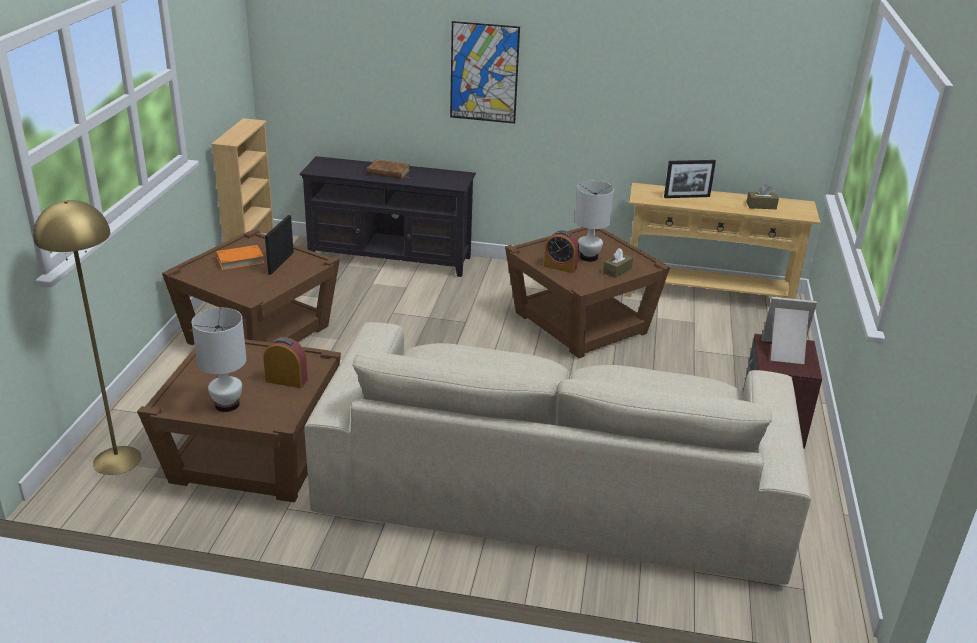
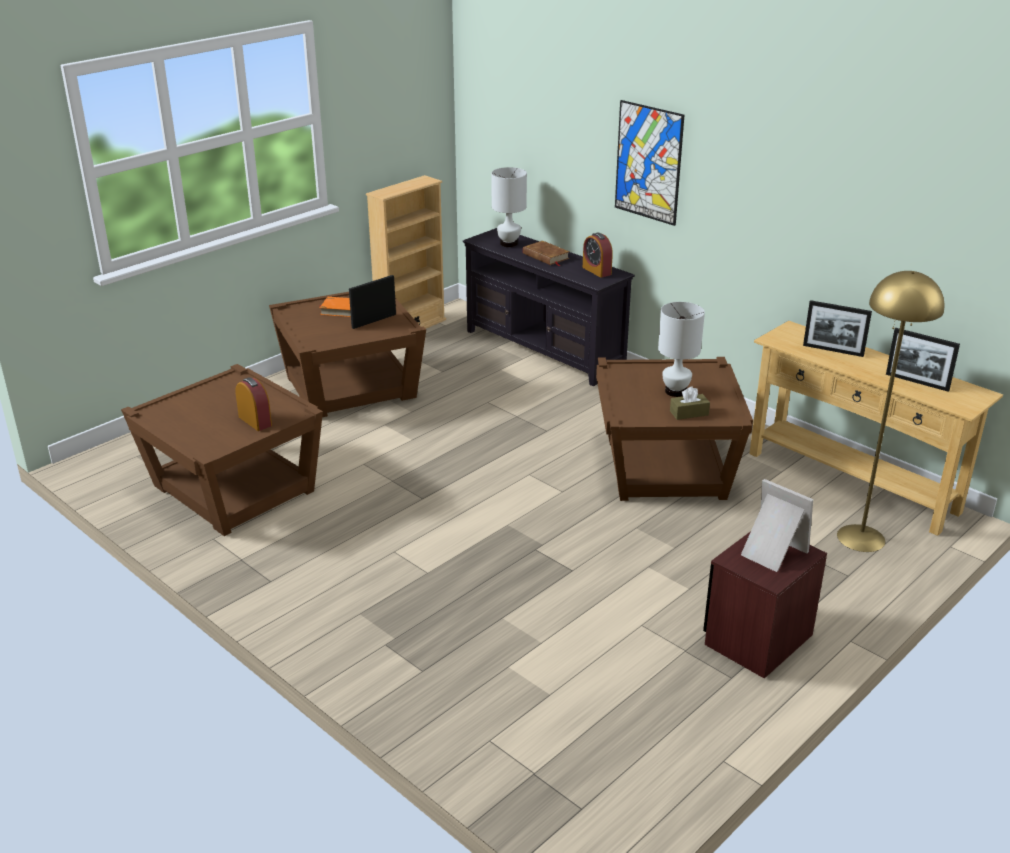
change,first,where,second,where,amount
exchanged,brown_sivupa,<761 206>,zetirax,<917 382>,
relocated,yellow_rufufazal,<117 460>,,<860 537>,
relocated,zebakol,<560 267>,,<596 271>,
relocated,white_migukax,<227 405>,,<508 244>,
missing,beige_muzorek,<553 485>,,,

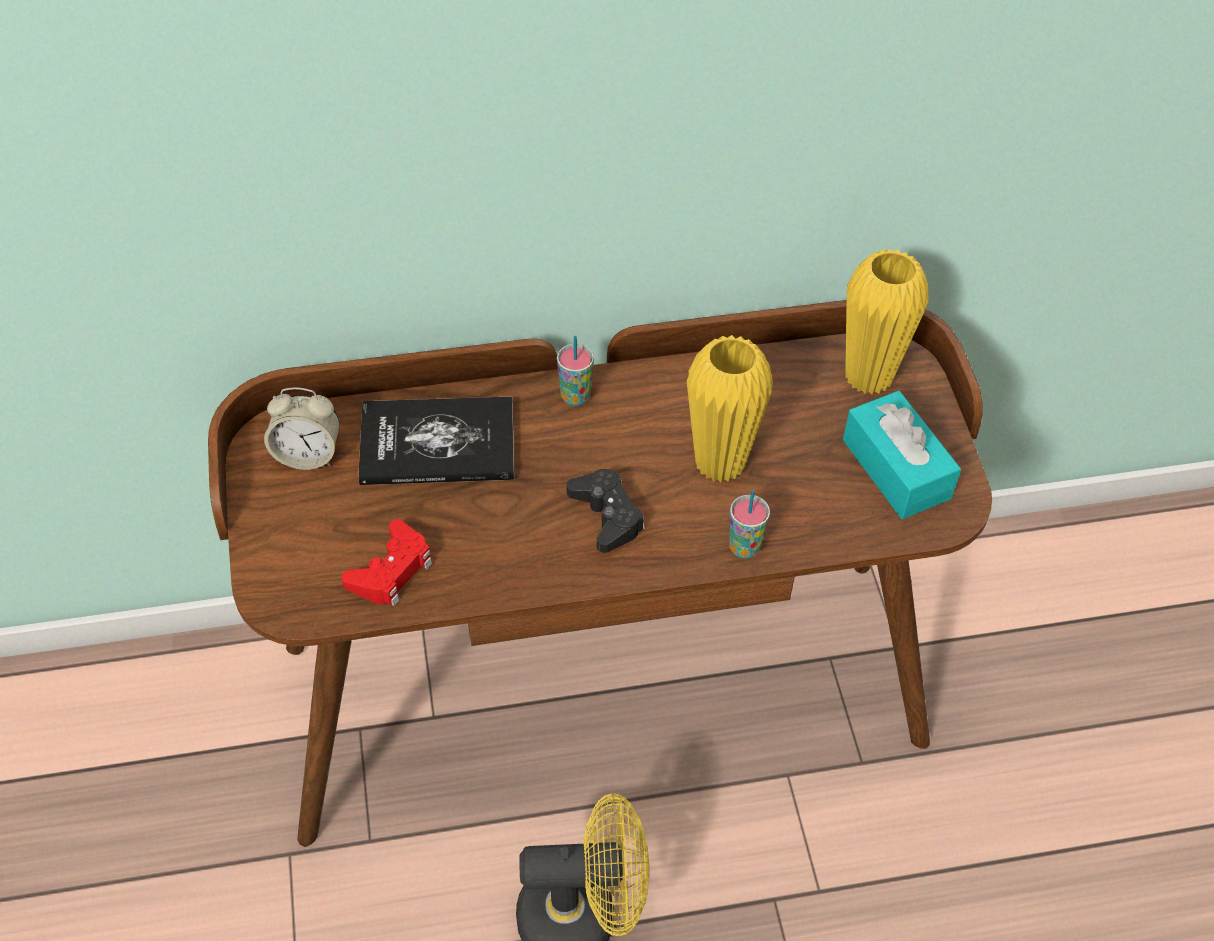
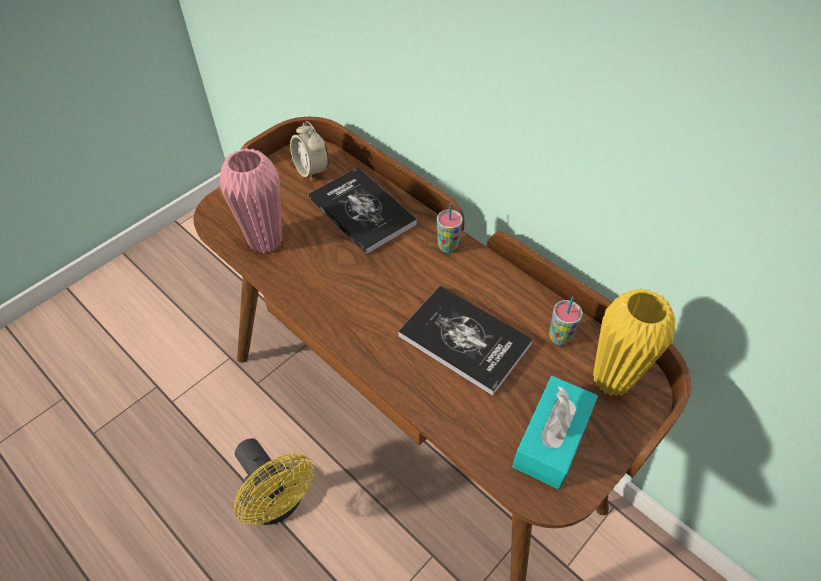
change,first,where,second,where,amount
exchanged,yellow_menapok,<720 463>,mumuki,<464 339>,
missing,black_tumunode,<607 515>,,,
relocated,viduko,<744 547>,,<559 337>,
exchanged,red_tumunode,<391 571>,pink_menapok,<265 241>,

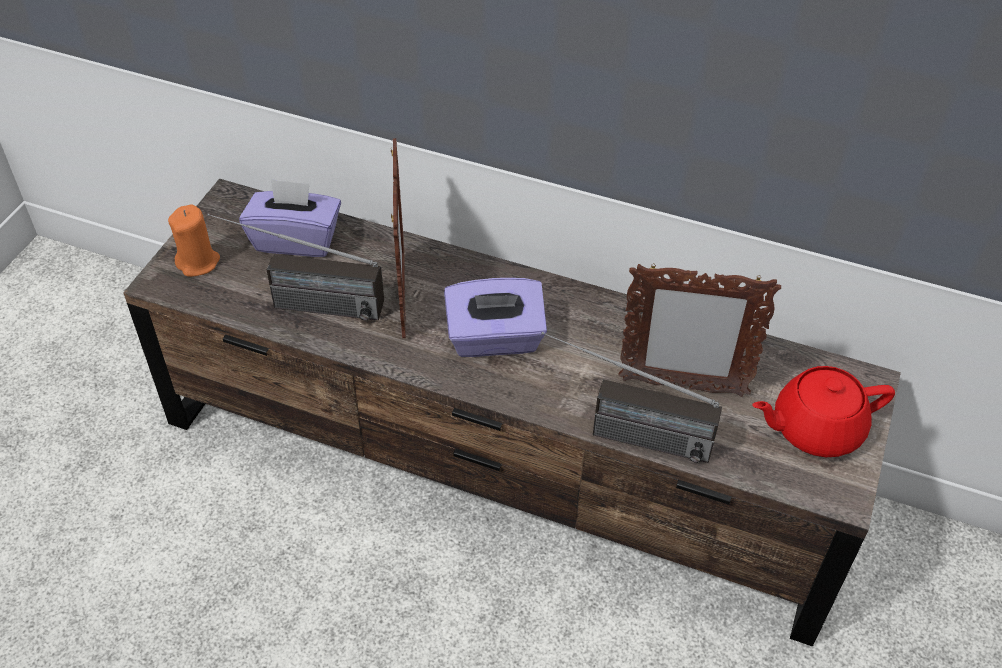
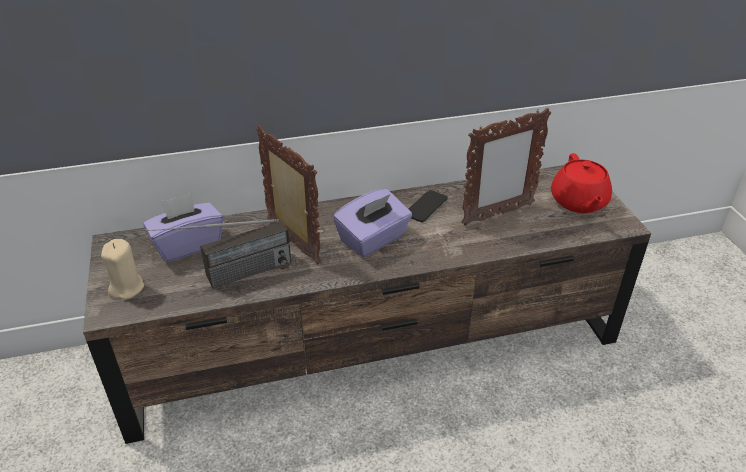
change,first,where,second,where,amount
colour,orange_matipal,<198 262>,beige_matipal,<127 288>,
missing,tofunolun,<620 433>,,,
spun,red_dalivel,<814 428>,,<578 202>,45 degrees counterclockwise
appeared,,,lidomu,<426 206>,

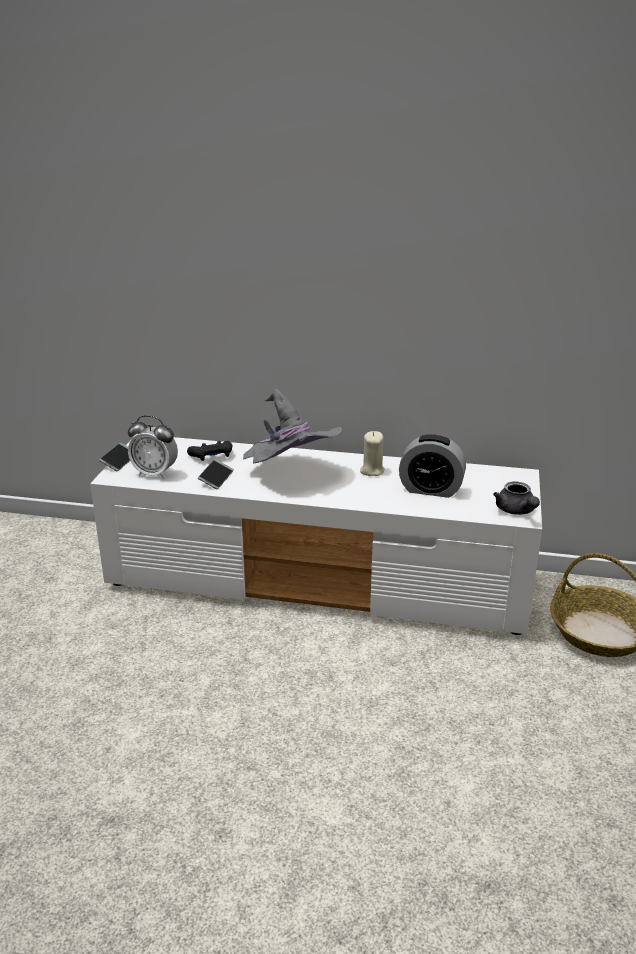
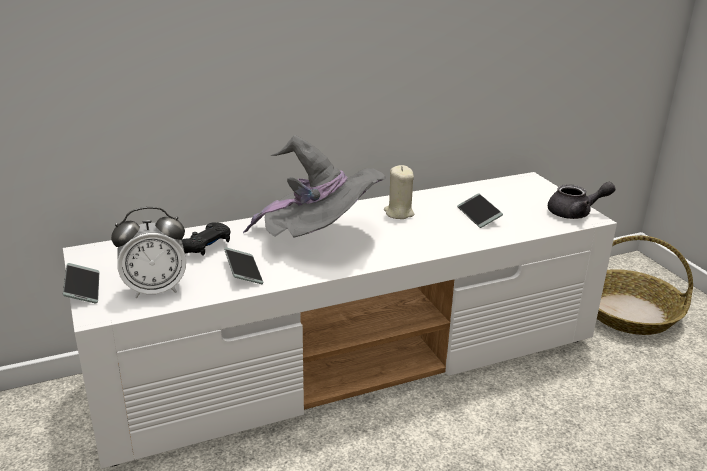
change,first,where,second,where,amount
exchanged,zebakol,<430 490>,lidomu,<478 215>,
spun,grey_dalivel,<516 511>,,<575 213>,45 degrees counterclockwise

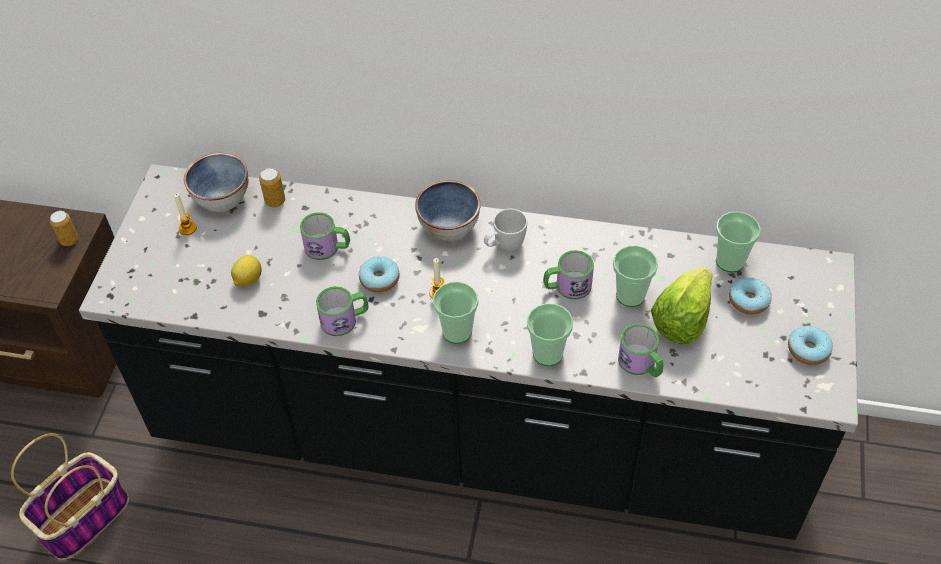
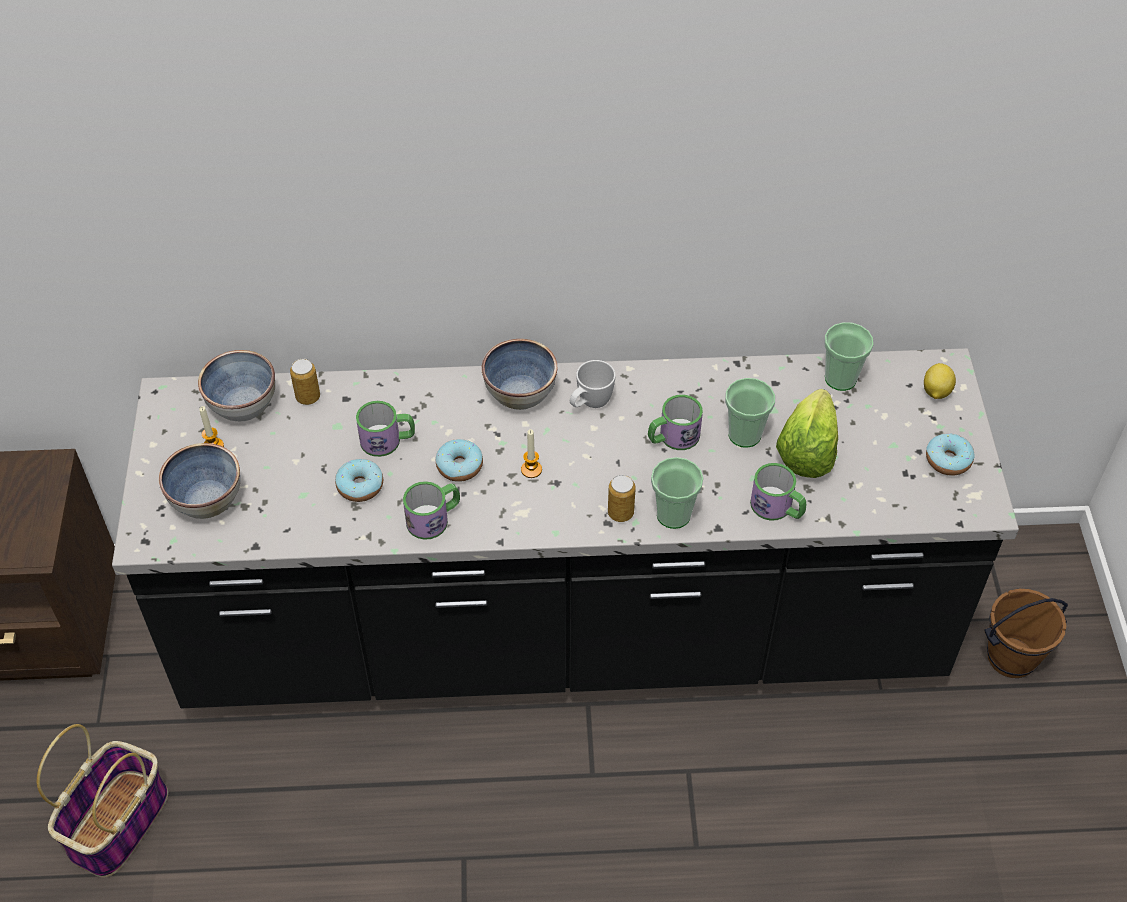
change,first,where,second,where,amount
relocated,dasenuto,<69 240>,,<620 513>,
relocated,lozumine,<248 280>,,<935 392>,
relocated,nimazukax,<748 301>,,<360 486>,
missing,viduko,<457 331>,,,
appeared,,,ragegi,<207 498>,
appeared,,,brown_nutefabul,<1011 658>,

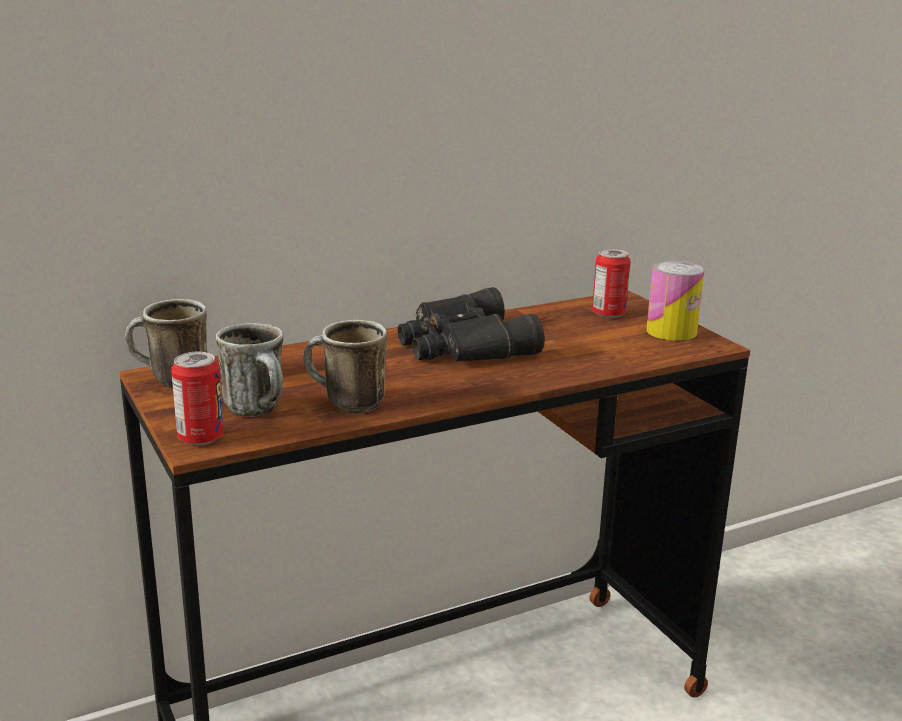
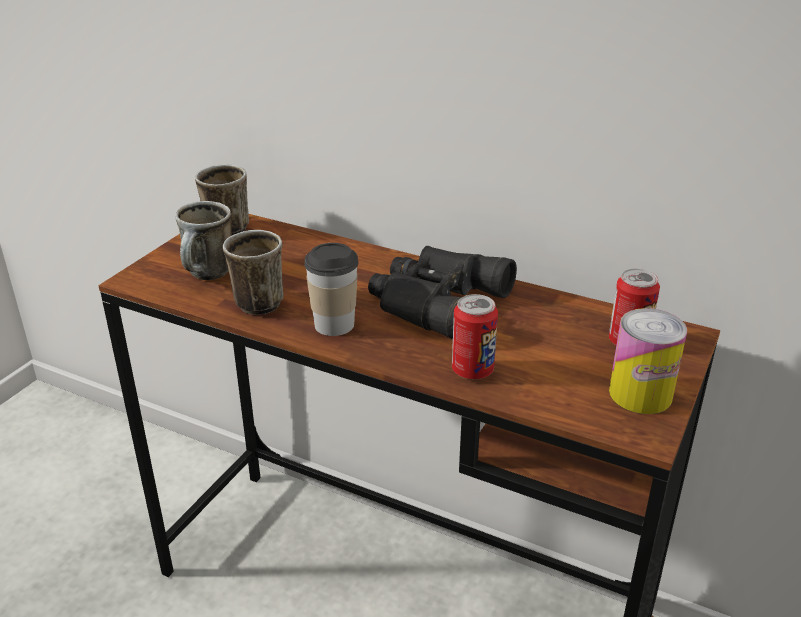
change,first,where,second,where,amount
relocated,dasenuto,<200 438>,,<472 370>,
appeared,,,viduko,<334 325>,

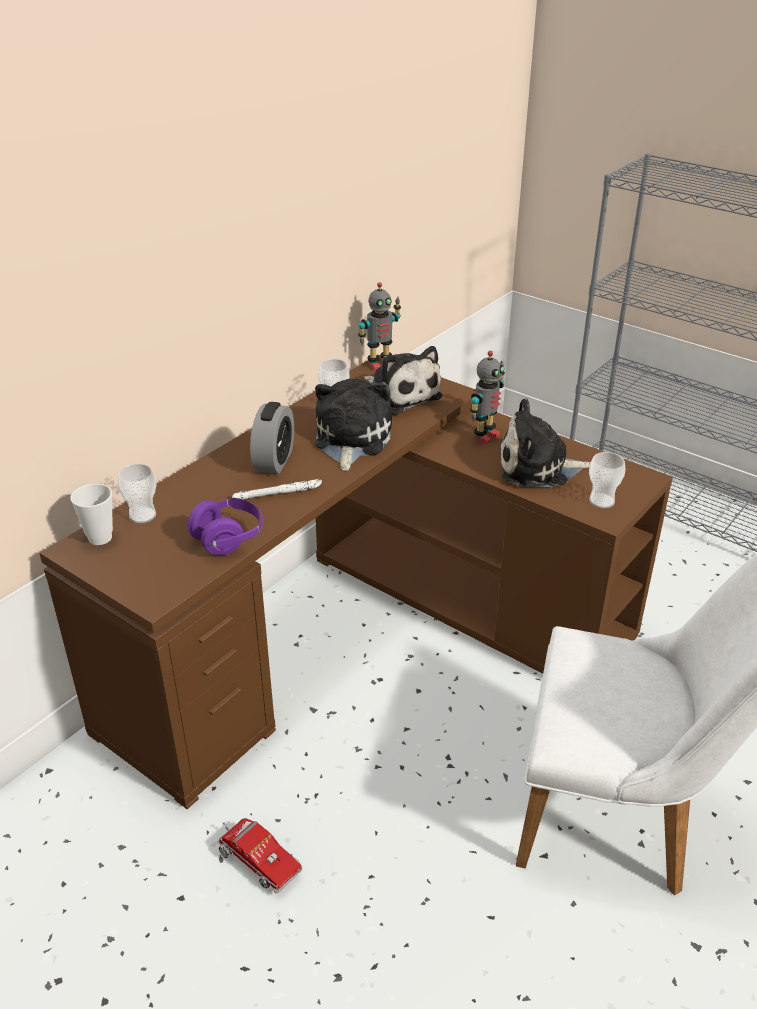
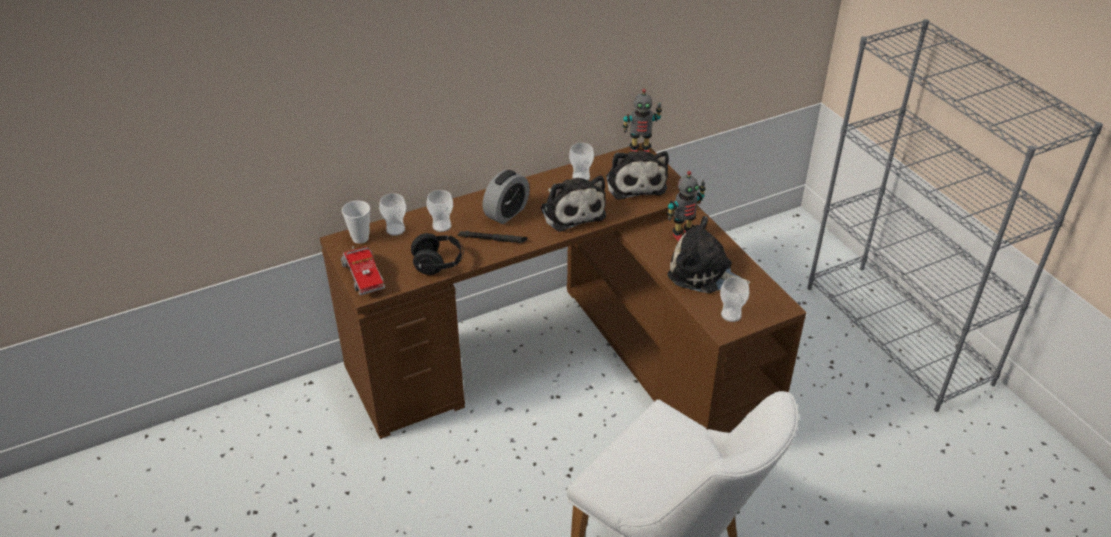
change,first,where,second,where,amount
spun,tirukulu,<350 440>,,<571 211>,120 degrees clockwise
colour,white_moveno,<278 493>,black_moveno,<492 239>,
colour,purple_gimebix,<229 539>,black_gimebix,<438 264>,
relocated,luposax,<256 859>,,<362 275>,
appeared,,,viduko,<442 226>,

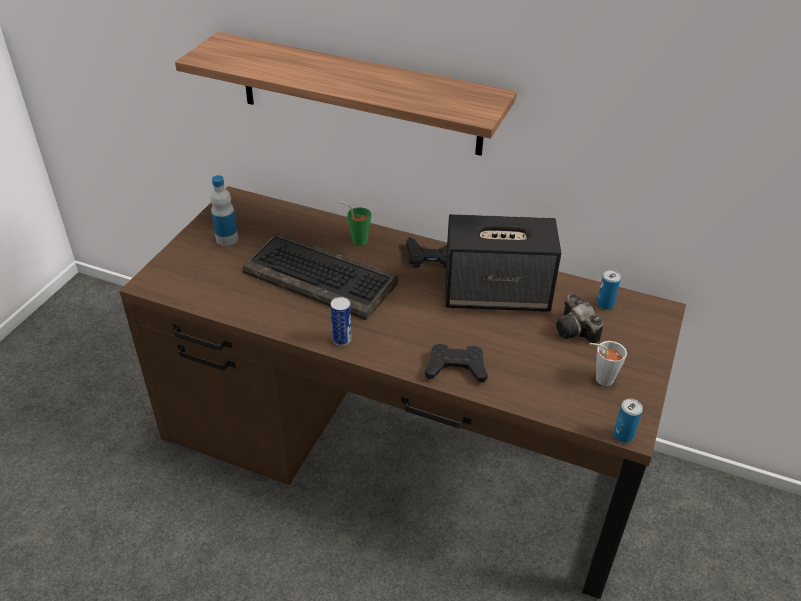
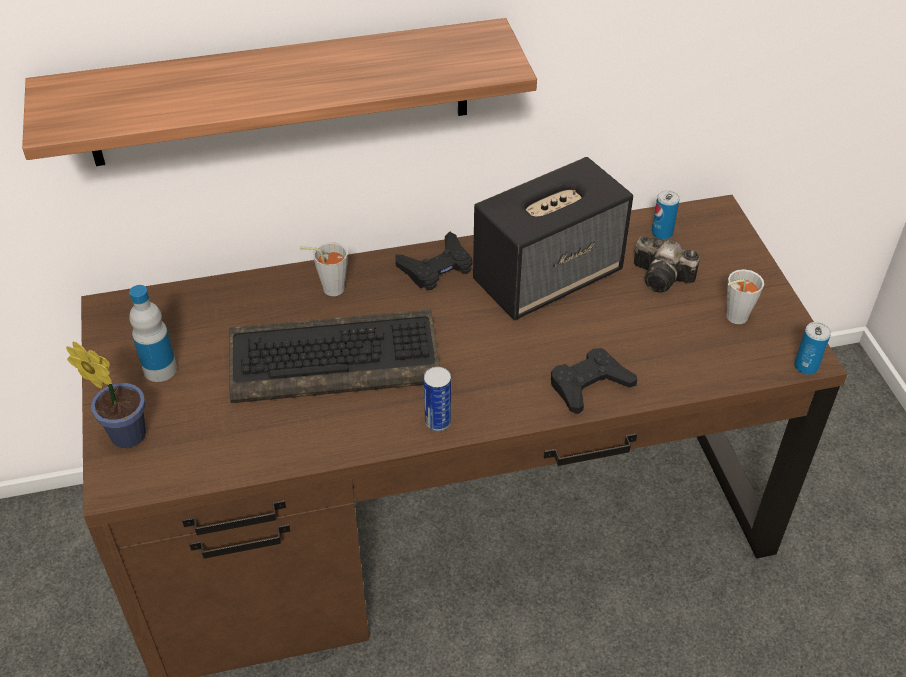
change,first,where,second,where,amount
colour,green_viduko,<357 240>,grey_viduko,<328 288>,
appeared,,,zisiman,<124 433>,

